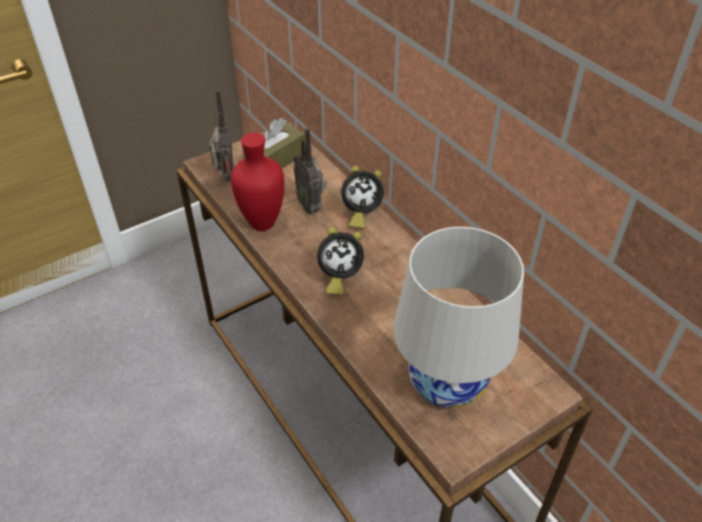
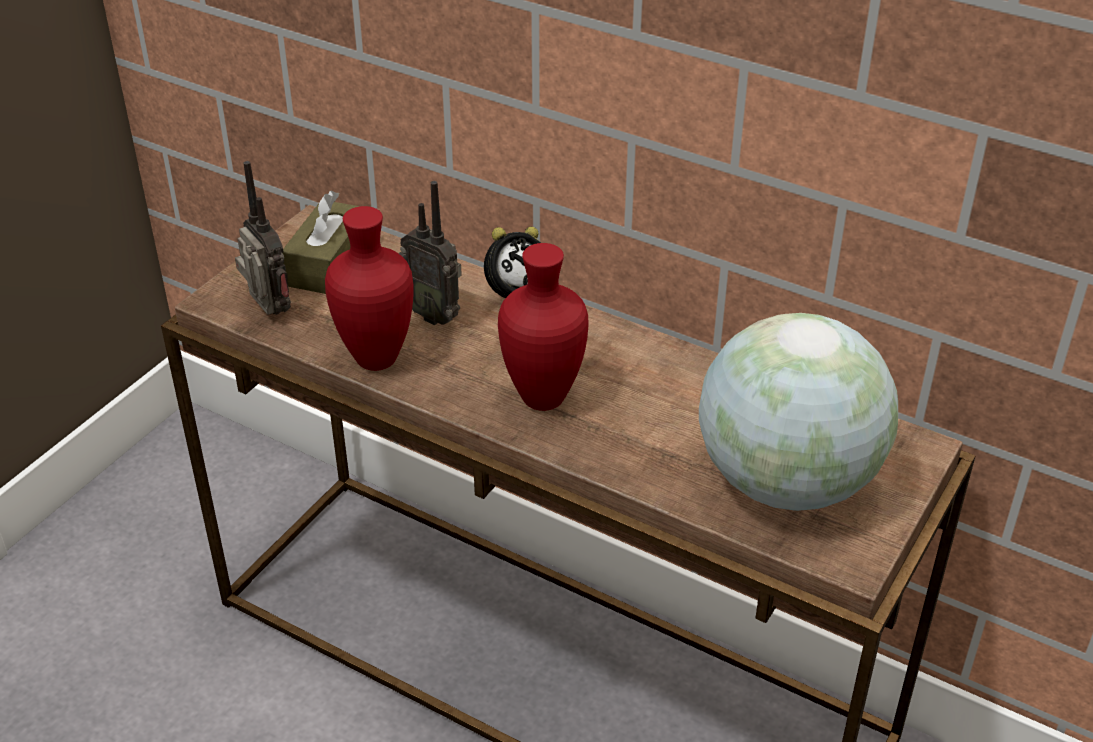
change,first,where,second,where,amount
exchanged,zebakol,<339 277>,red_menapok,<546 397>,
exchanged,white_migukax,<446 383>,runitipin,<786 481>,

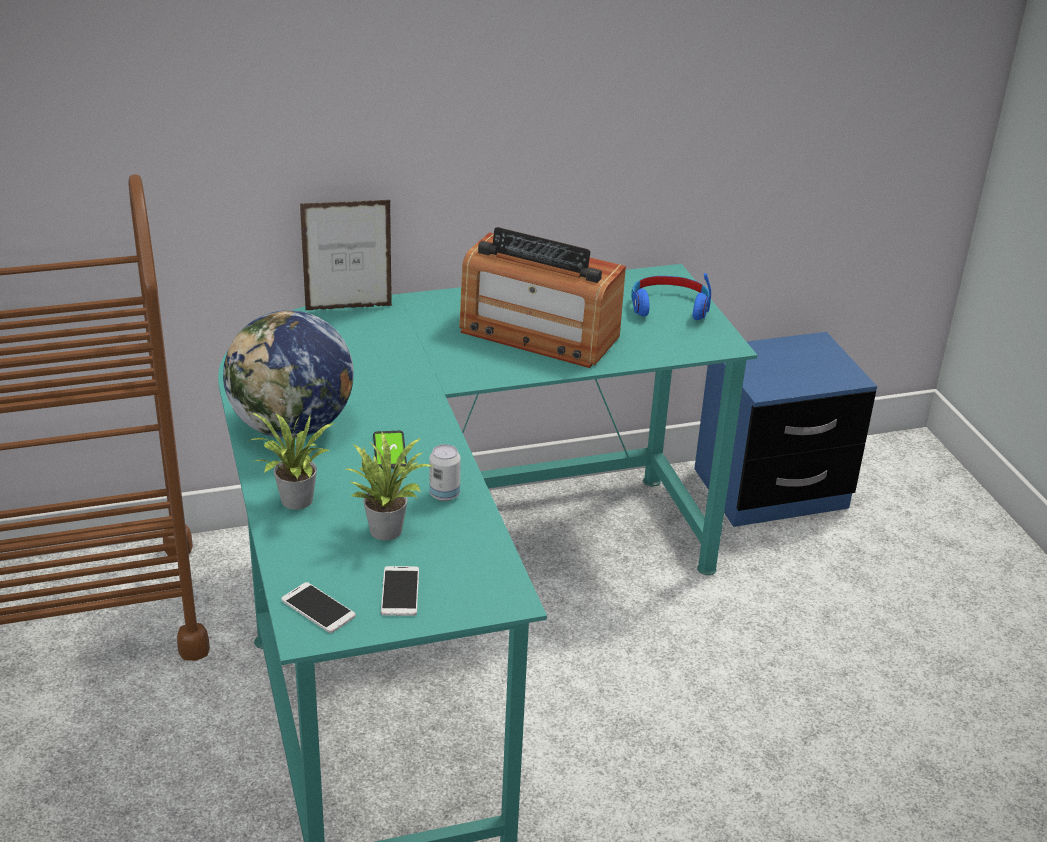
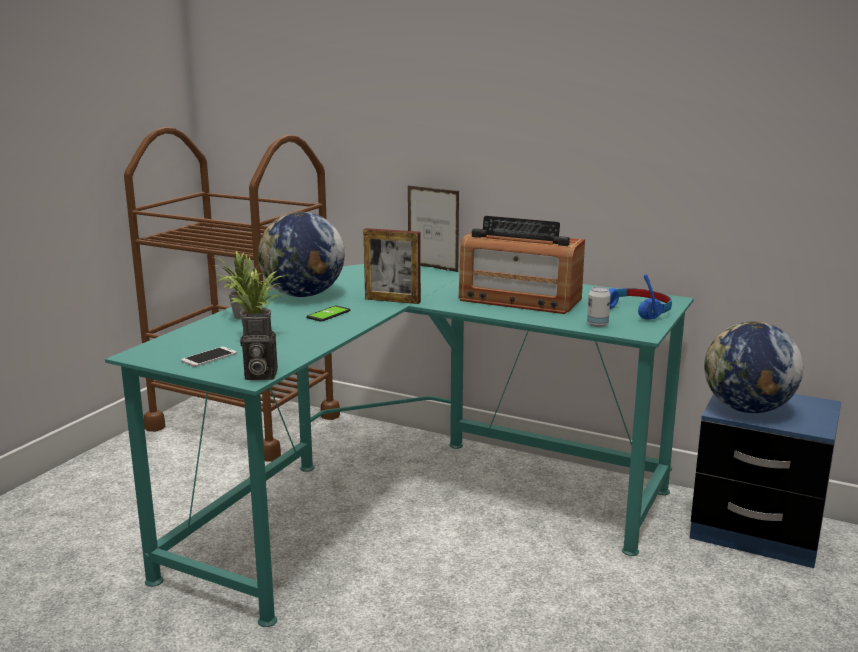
change,first,where,second,where,amount
spun,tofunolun,<538 334>,,<519 300>,45 degrees counterclockwise
relocated,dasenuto,<444 494>,,<597 324>,
missing,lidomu,<318 608>,,,
appeared,,,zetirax,<392 300>,
appeared,,,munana,<259 375>,
appeared,,,runitipin,<747 409>,

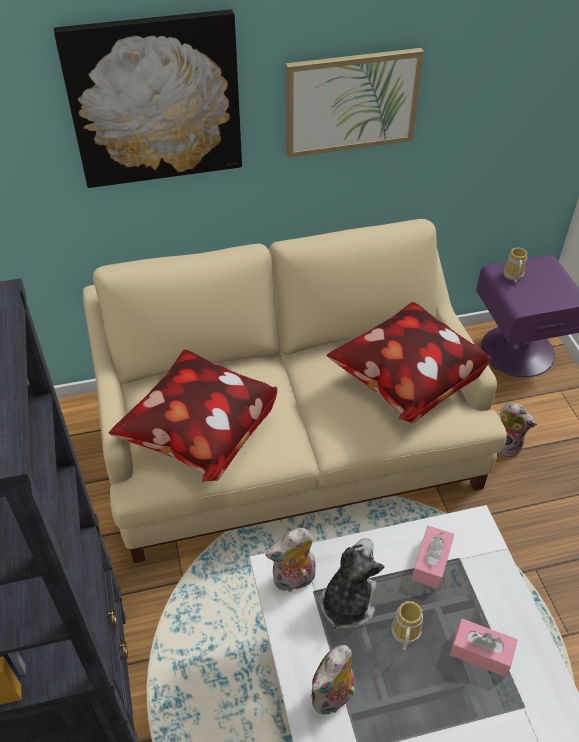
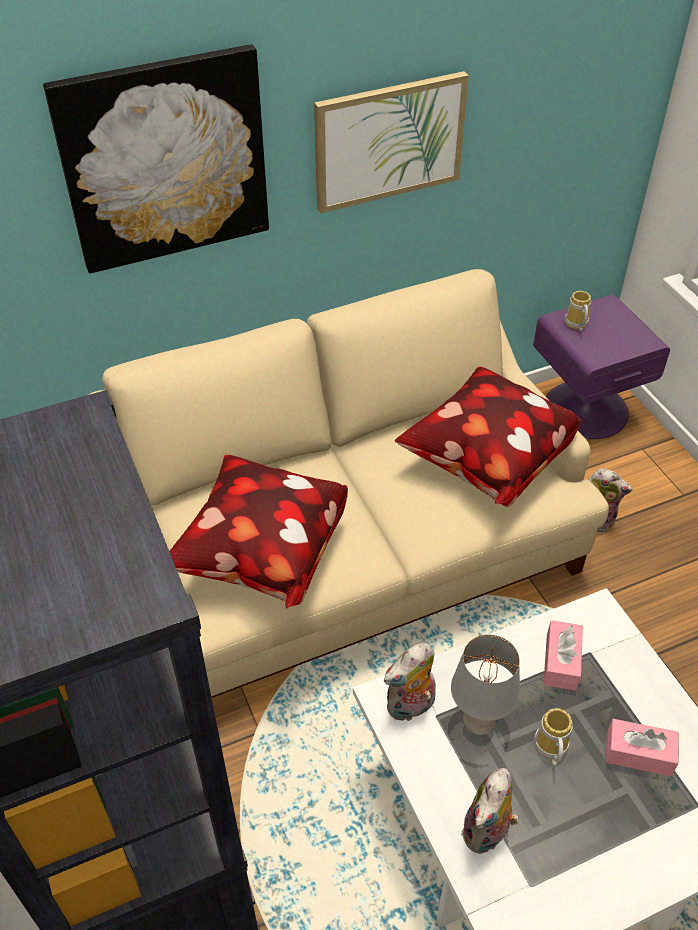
change,first,where,second,where,amount
exchanged,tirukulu,<347 602>,grey_migukax,<477 722>,

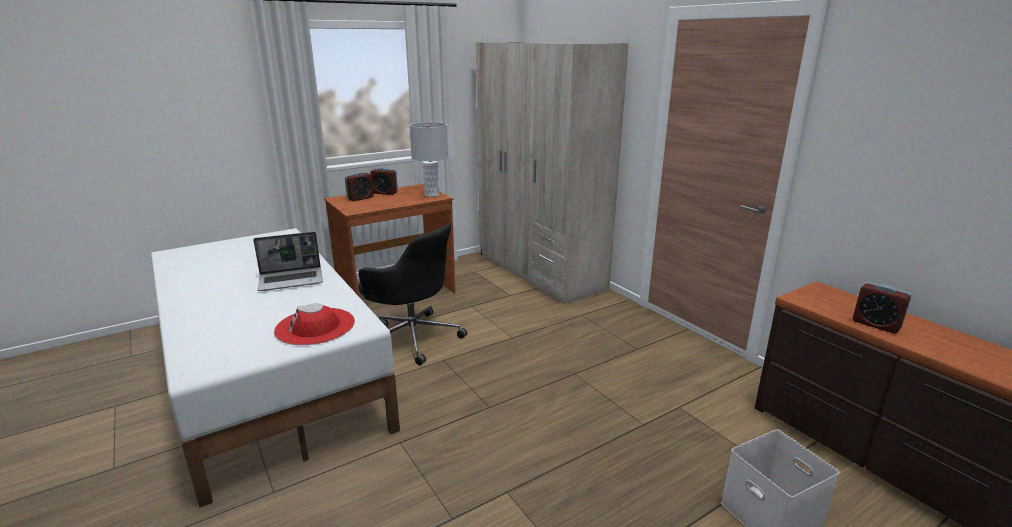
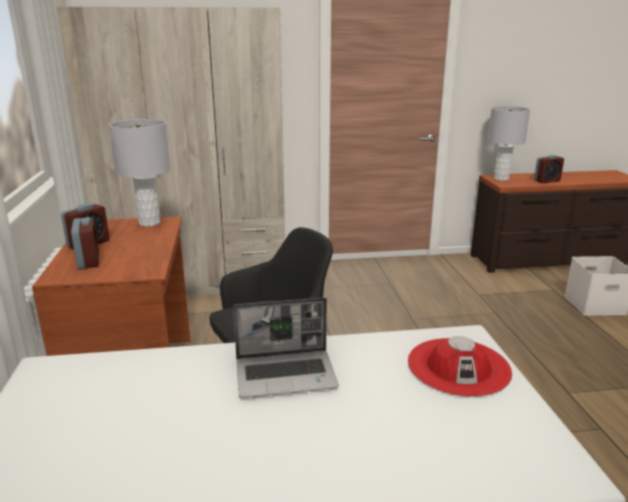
change,first,where,second,where,amount
spun,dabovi,<292 280>,,<286 374>,75 degrees clockwise
appeared,,,grey_migukax,<501 178>,

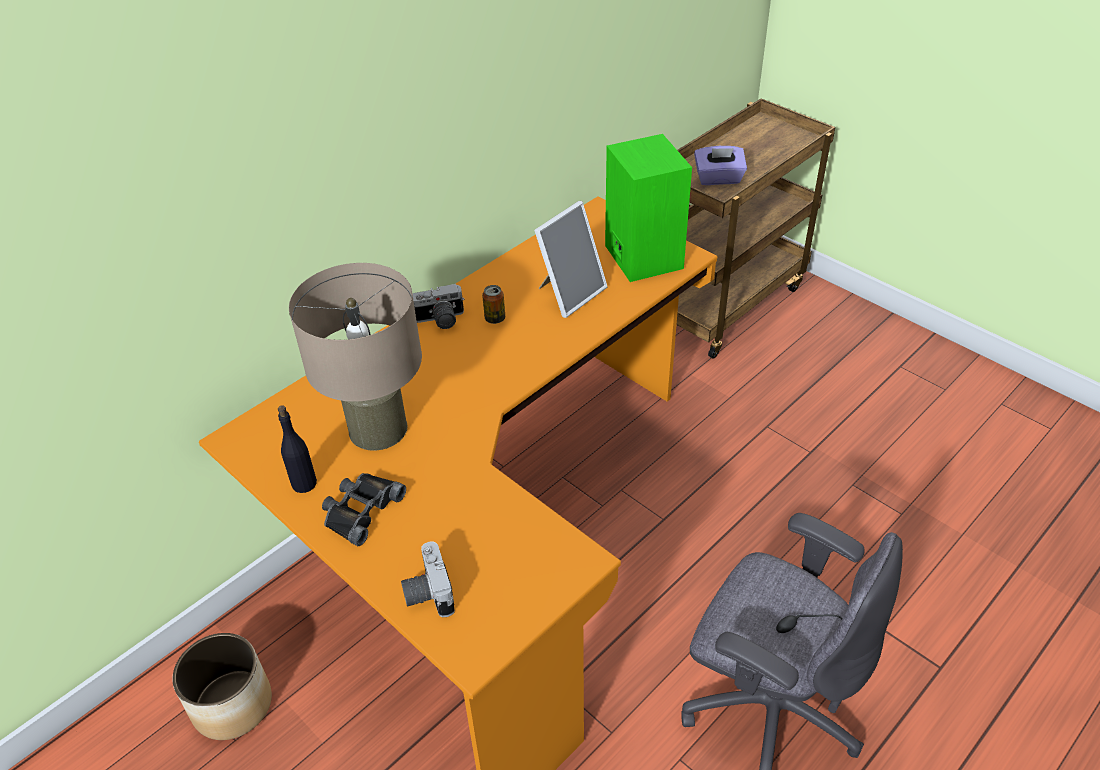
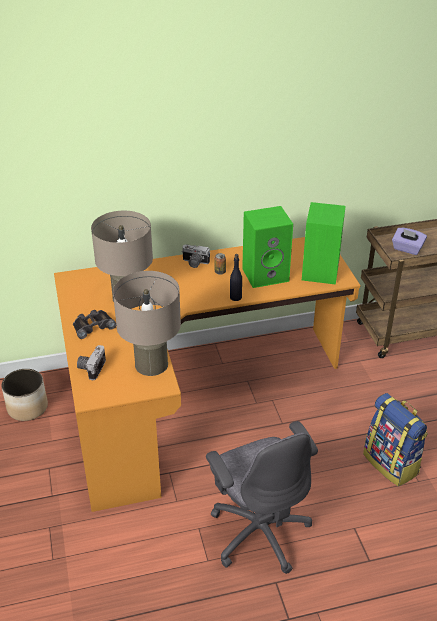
change,first,where,second,where,amount
exchanged,zetirax,<569 293>,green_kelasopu,<266 274>,
relocated,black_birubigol,<304 483>,,<235 297>,
appeared,,,beige_migukax,<151 364>,
appeared,,,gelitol,<392 464>,

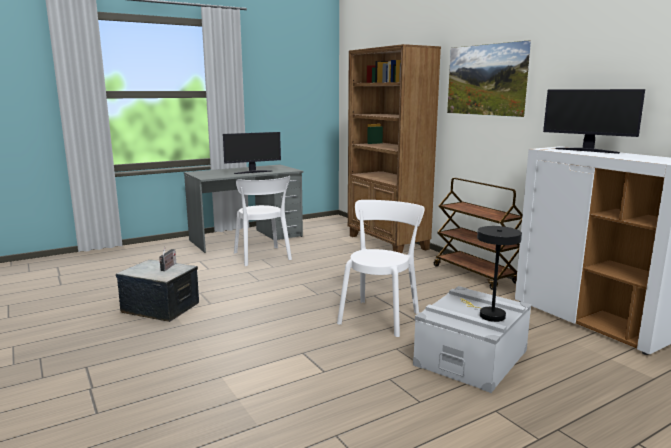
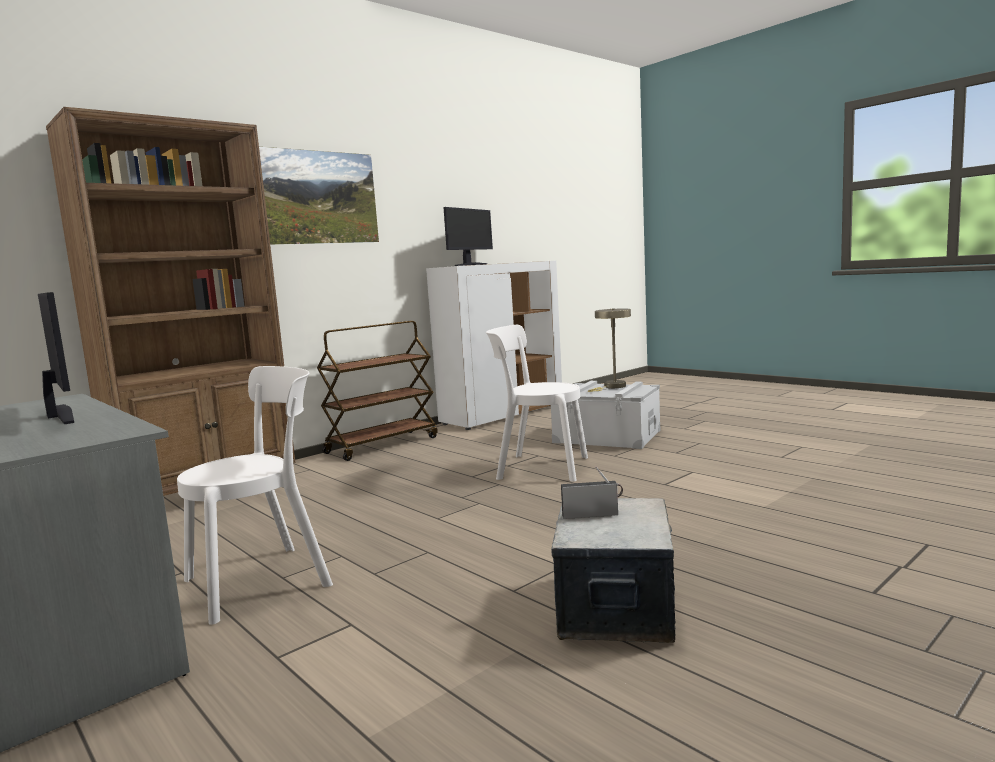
change,first,where,second,where,amount
colour,black_migukax,<488 314>,beige_migukax,<612 387>,

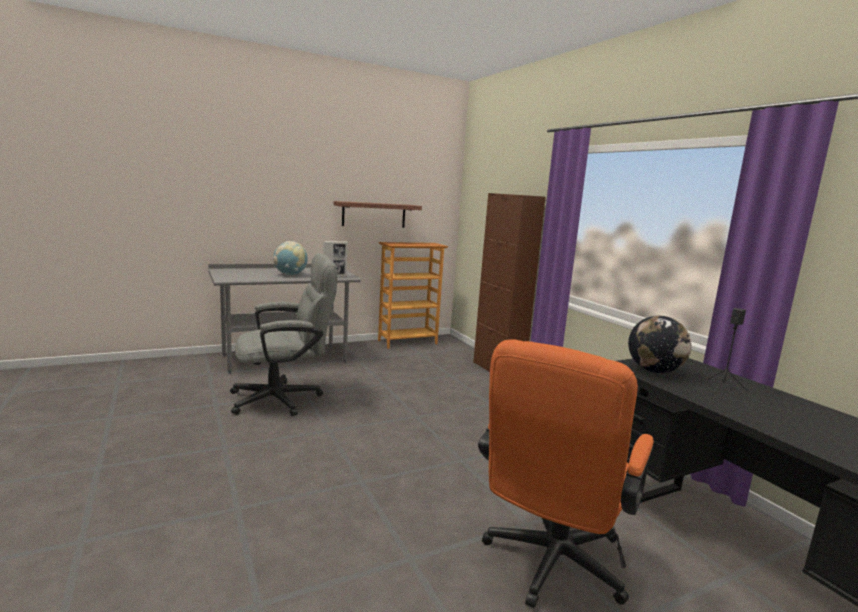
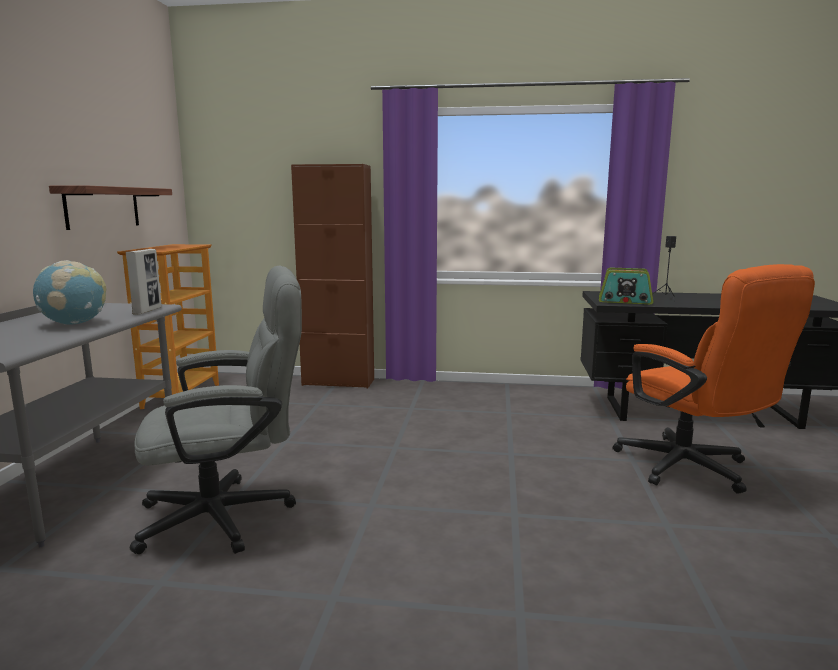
change,first,where,second,where,amount
spun,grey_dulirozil,<284 398>,,<231 515>,60 degrees clockwise
exchanged,runitipin,<654 371>,tofunolun,<625 301>,

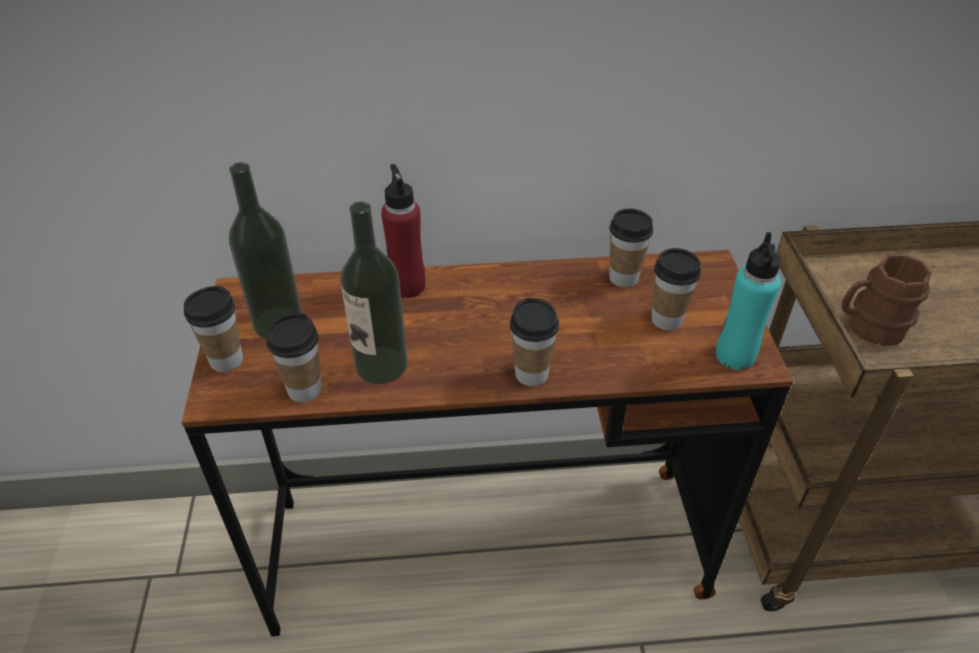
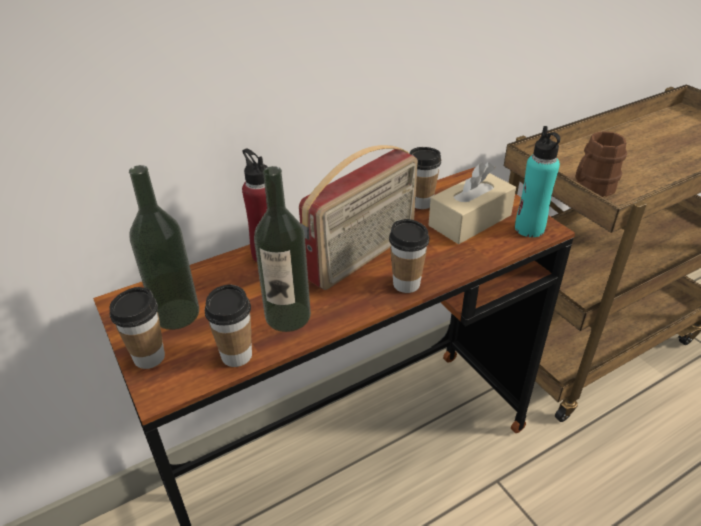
change,first,where,second,where,amount
exchanged,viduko,<666 320>,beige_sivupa,<470 220>,
appeared,,,tofunolun,<363 256>,

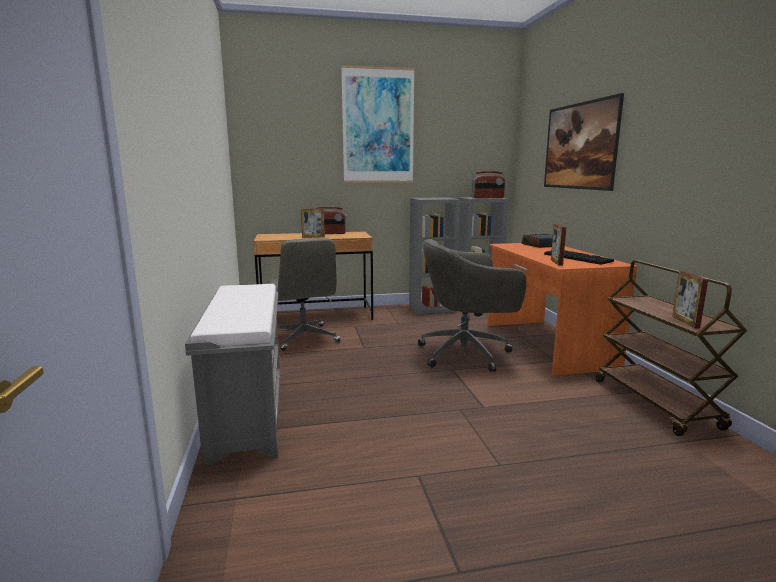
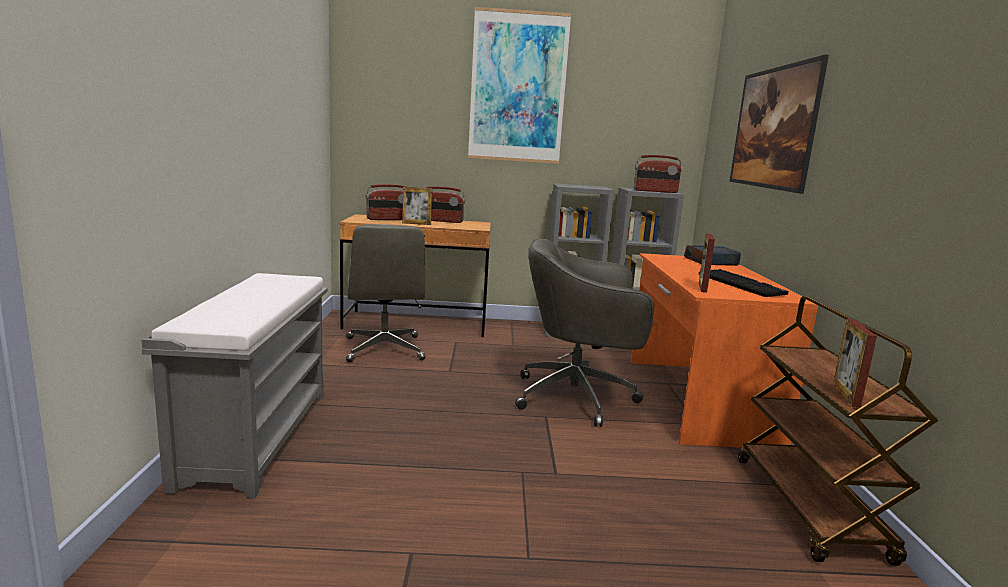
change,first,where,second,where,amount
appeared,,,tofunolun,<388 219>,

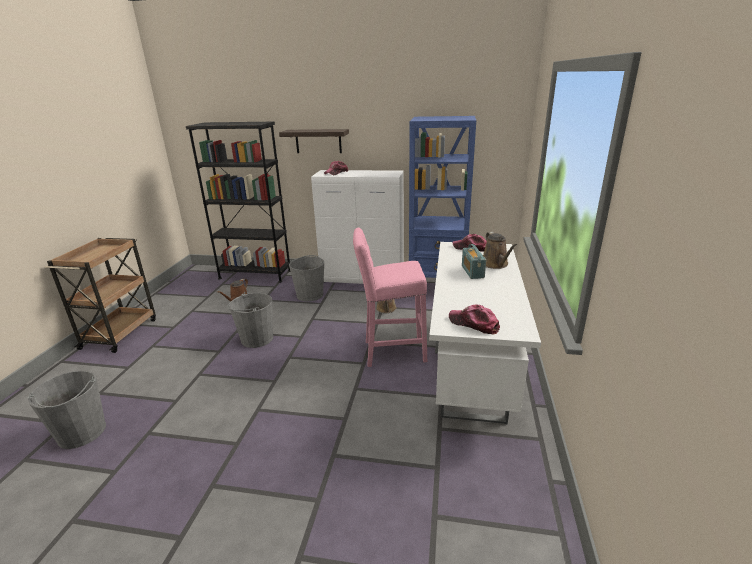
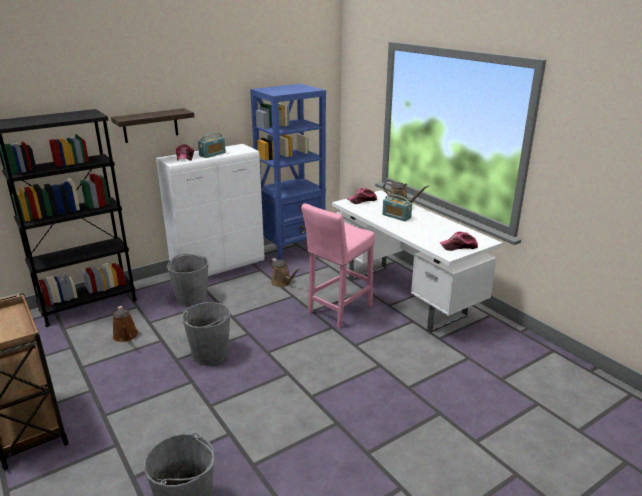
change,first,where,second,where,amount
appeared,,,tofunolun,<212 154>,

